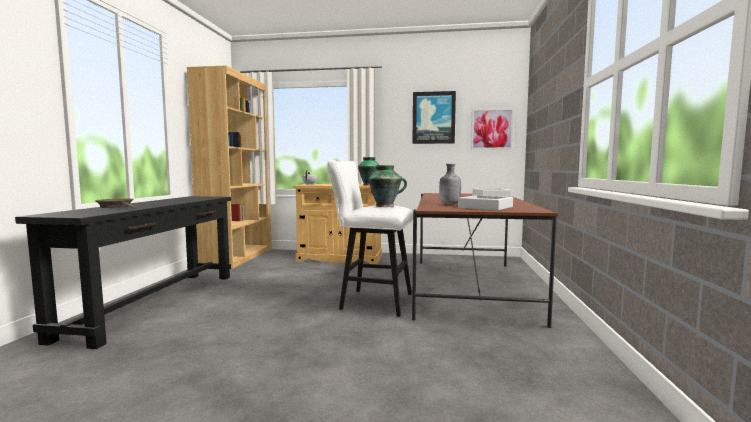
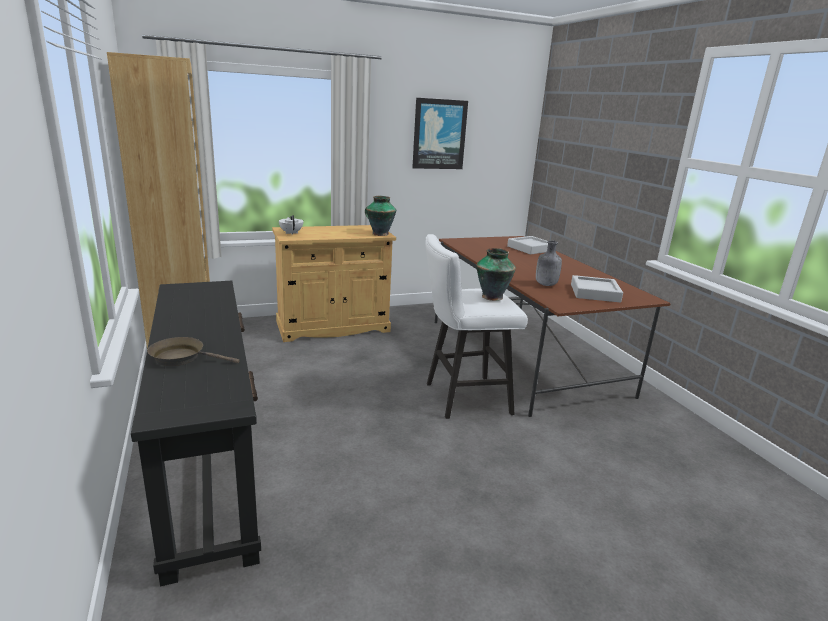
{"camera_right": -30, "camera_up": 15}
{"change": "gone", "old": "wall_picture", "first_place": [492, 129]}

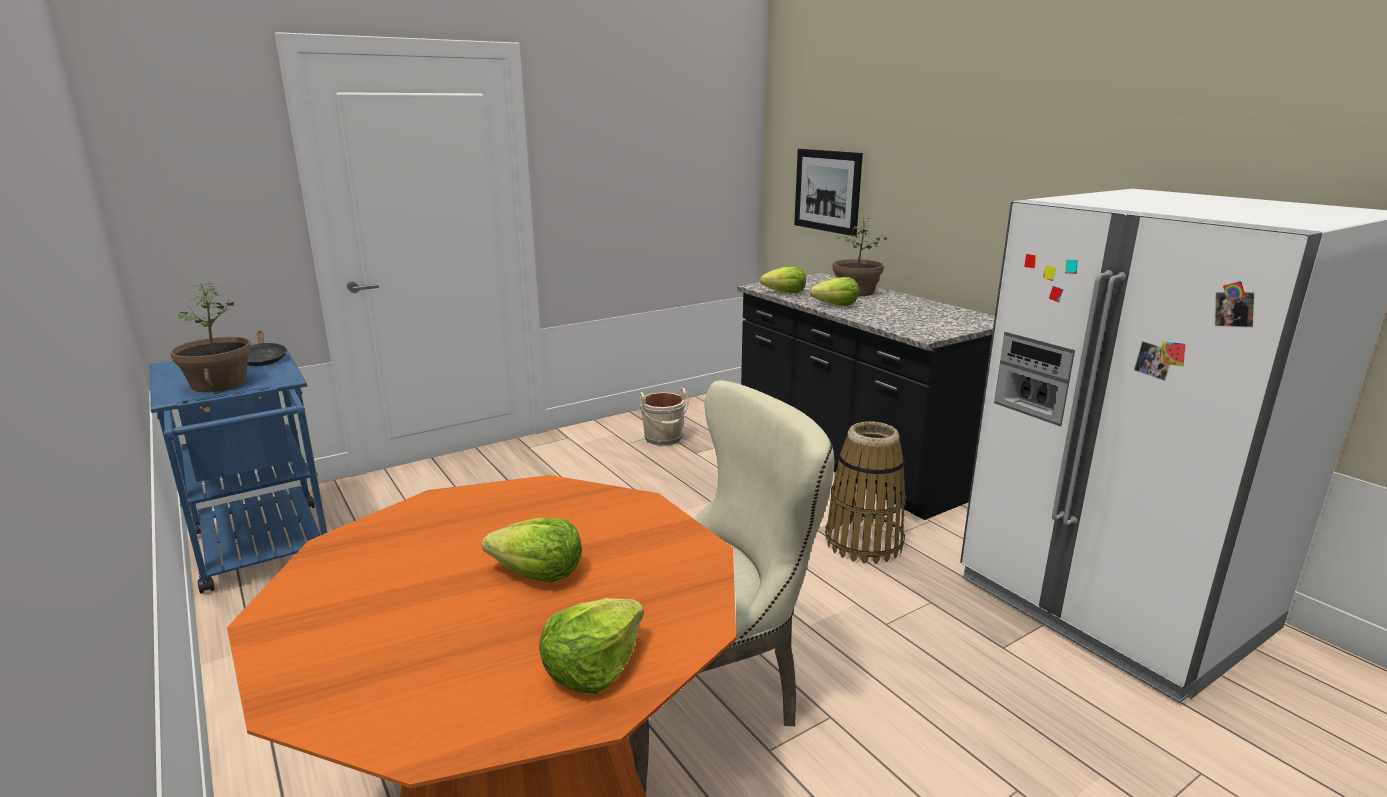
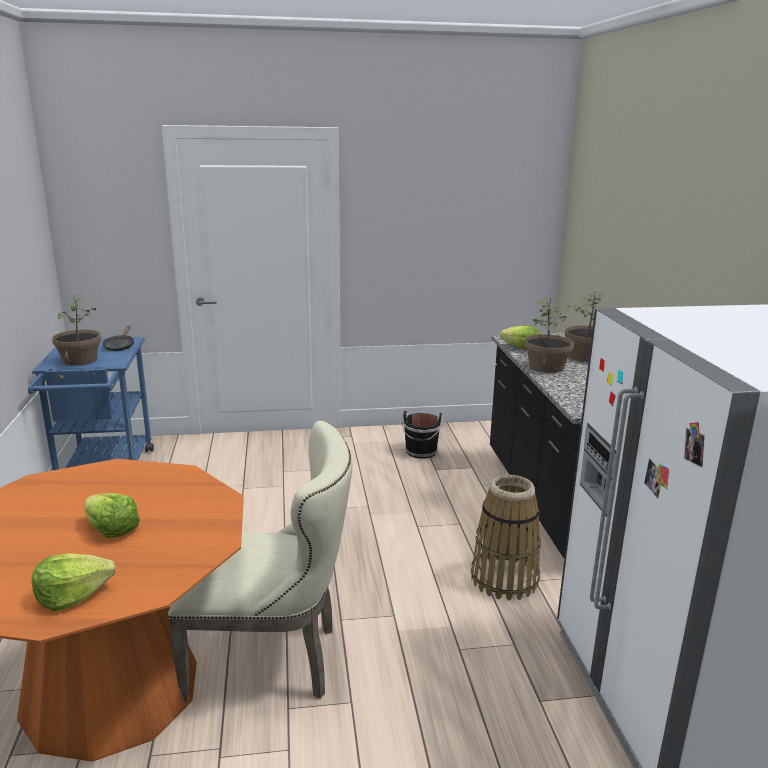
{"camera_right": 25, "camera_up": 0}
{"change": "repainted", "old": "beige_pail", "new": "black_pail", "first_place": [664, 417], "second_place": [422, 435]}
{"change": "swapped", "old": "head_of_lettuce", "new": "plant_in_a_pot", "first_place": [834, 291], "second_place": [549, 335]}
{"change": "gone", "old": "wall_picture", "first_place": [828, 192]}

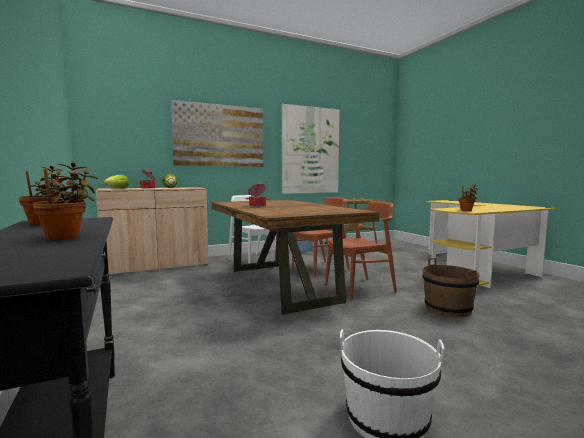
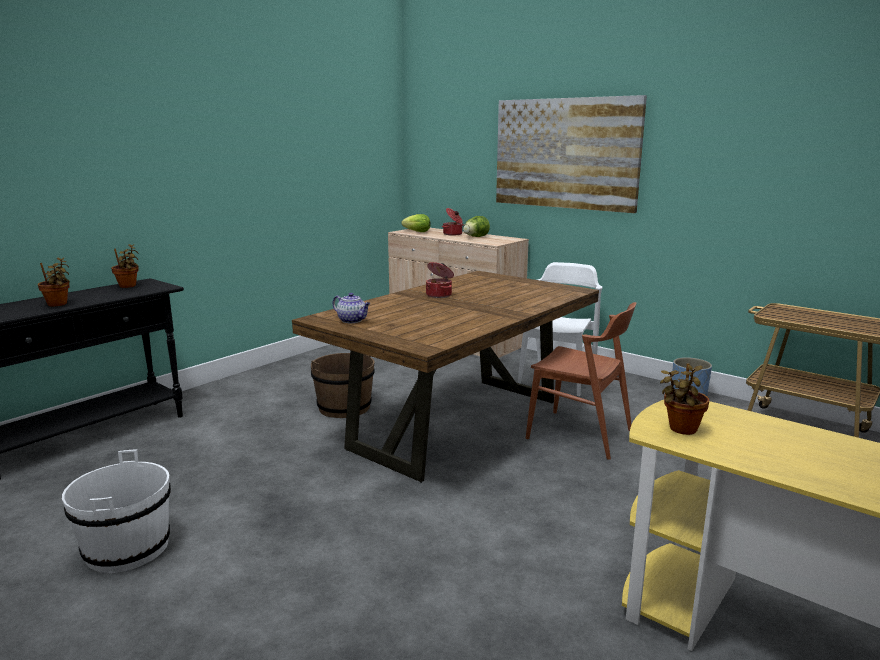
{"camera_right": 65, "camera_up": 10}
{"change": "shifted", "old": "brown-coloured_pail", "first_place": [450, 287], "second_place": [343, 385]}
{"change": "new", "new": "pot_for_tea", "second_place": [352, 308]}
{"change": "gone", "old": "wall_picture", "first_place": [310, 149]}
{"change": "gone", "old": "brown-coloured_plain_chair", "first_place": [361, 251]}

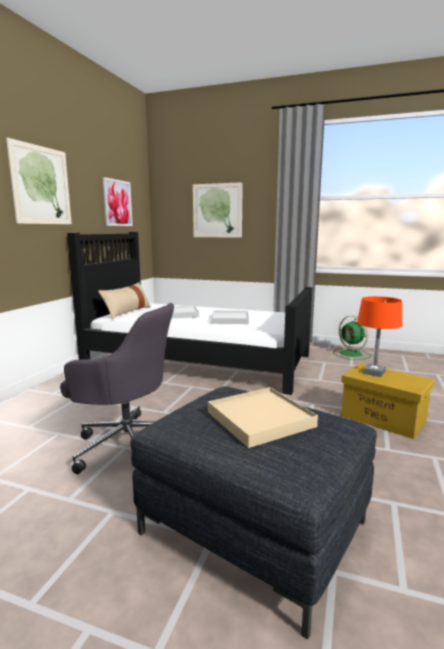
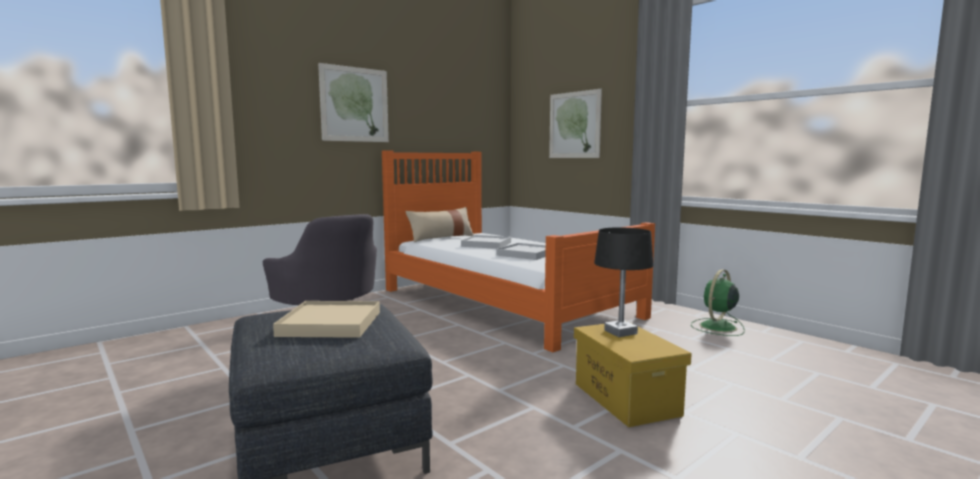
{"camera_right": 30, "camera_up": -5}
{"change": "repainted", "old": "black_bedroom_bed", "new": "orangey_bedroom_bed", "first_place": [190, 313], "second_place": [518, 251]}
{"change": "repainted", "old": "orangey_tabletop_lamp", "new": "black_tabletop_lamp", "first_place": [379, 336], "second_place": [623, 282]}
{"change": "rotated", "old": "green-coloured_cooling_fan", "first_place": [352, 338], "second_place": [718, 302], "degrees": 45}
{"change": "gone", "old": "wall_picture", "first_place": [118, 201]}

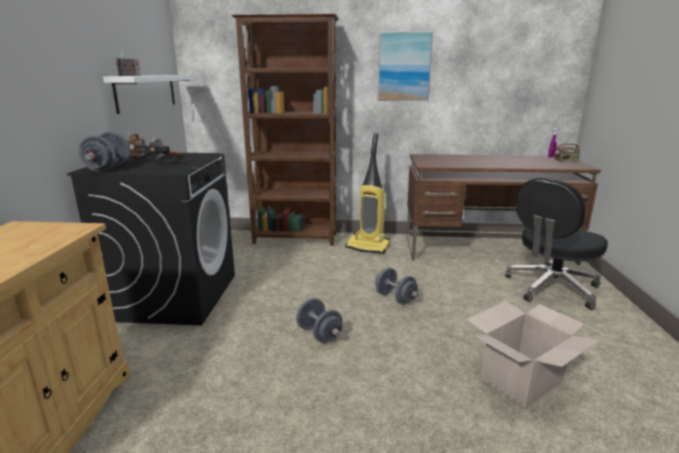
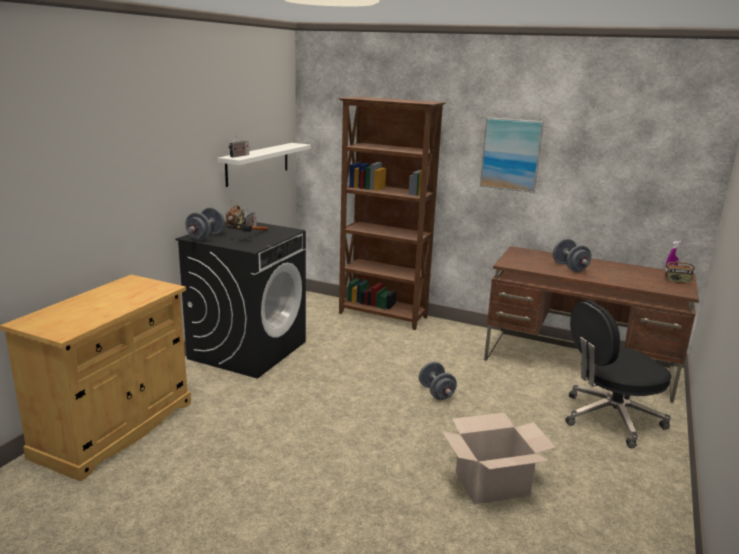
{"camera_right": 20, "camera_up": 0}
{"change": "shifted", "old": "grey_dumbbell", "first_place": [319, 320], "second_place": [572, 255]}
{"change": "gone", "old": "vacuum", "first_place": [367, 193]}

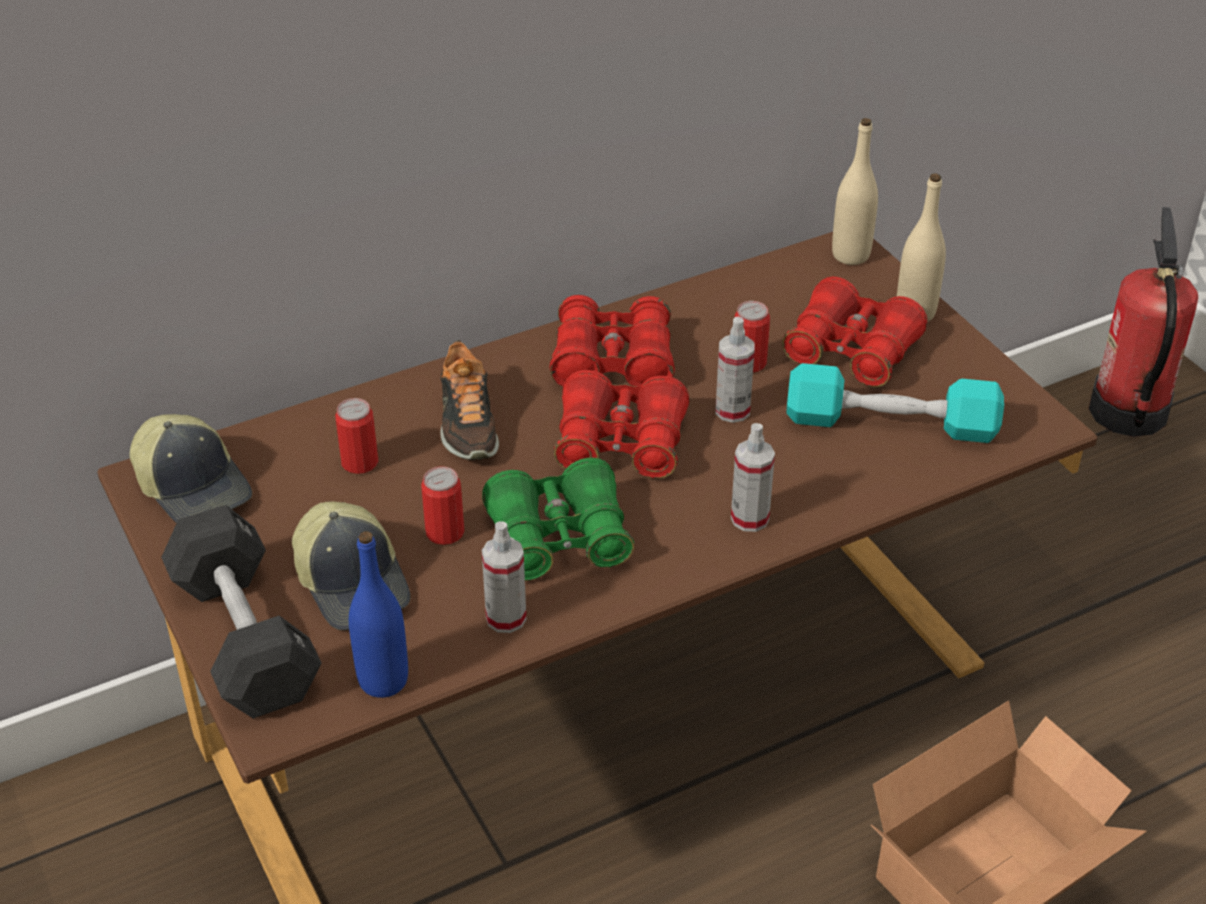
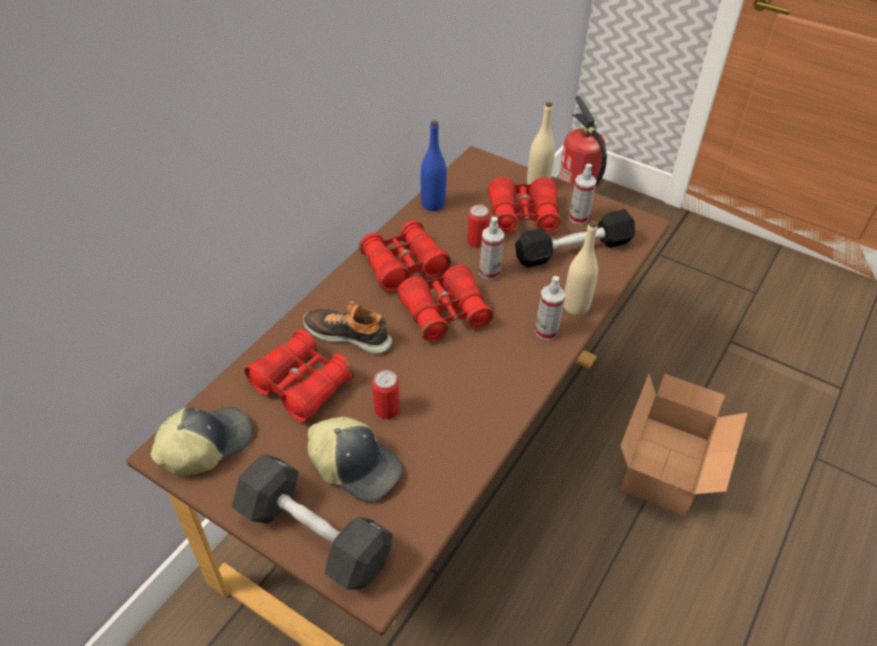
{"camera_right": -30, "camera_up": 5}
{"change": "rotated", "old": "peaked_cap", "first_place": [191, 468], "second_place": [201, 441], "degrees": -60}
{"change": "swapped", "old": "sealed_can", "new": "red_field_glasses", "first_place": [356, 436], "second_place": [299, 376]}
{"change": "rotated", "old": "shoe", "first_place": [469, 400], "second_place": [347, 327], "degrees": 150}
{"change": "shifted", "old": "blue_beverage_bottle", "first_place": [378, 614], "second_place": [433, 165]}
{"change": "repainted", "old": "blue-green_dumbbell", "new": "black_dumbbell", "first_place": [895, 403], "second_place": [575, 238]}
{"change": "shifted", "old": "beige_beverage_bottle", "first_place": [855, 191], "second_place": [581, 268]}
{"change": "shifted", "old": "sprayer", "first_place": [504, 577], "second_place": [583, 194]}
{"change": "gone", "old": "green-coloured_field_glasses", "first_place": [558, 519]}

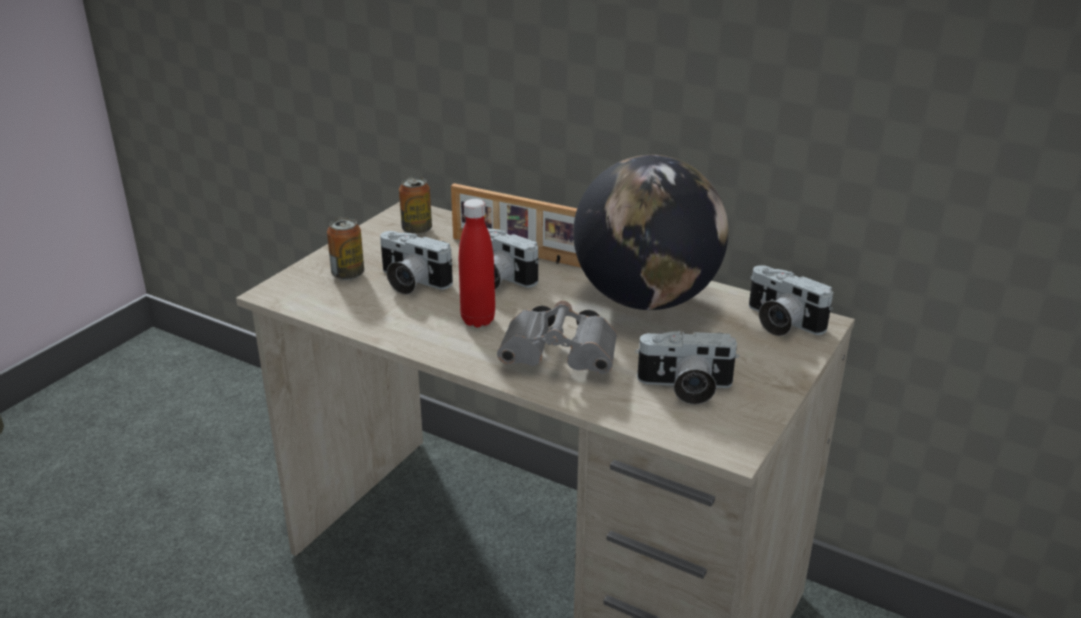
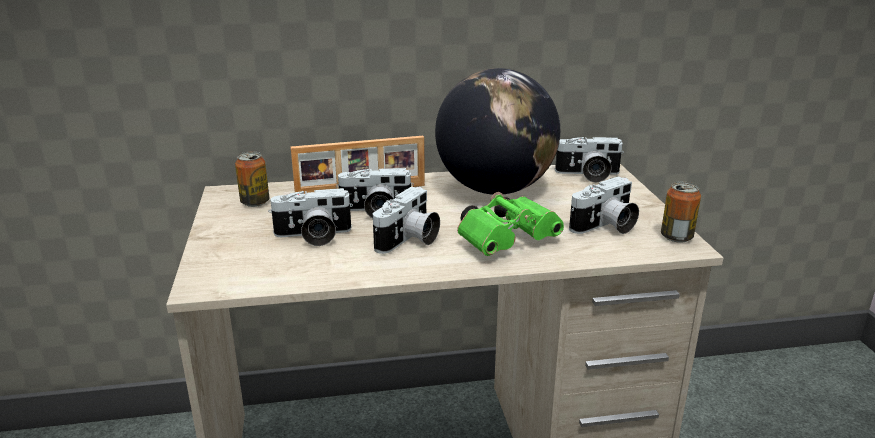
{"camera_right": -40, "camera_up": -5}
{"change": "swapped", "old": "red_beverage_bottle", "new": "photo_camera", "first_place": [477, 263], "second_place": [406, 220]}
{"change": "repainted", "old": "grey_field_glasses", "new": "green-coloured_field_glasses", "first_place": [557, 337], "second_place": [510, 224]}
{"change": "shifted", "old": "sealed_can", "first_place": [345, 248], "second_place": [681, 212]}

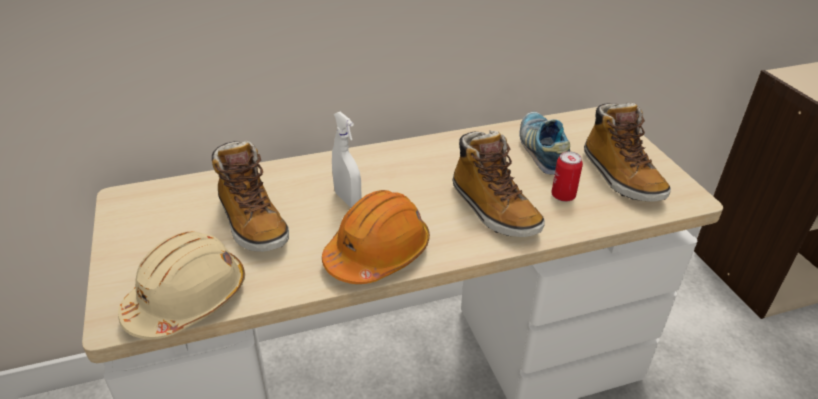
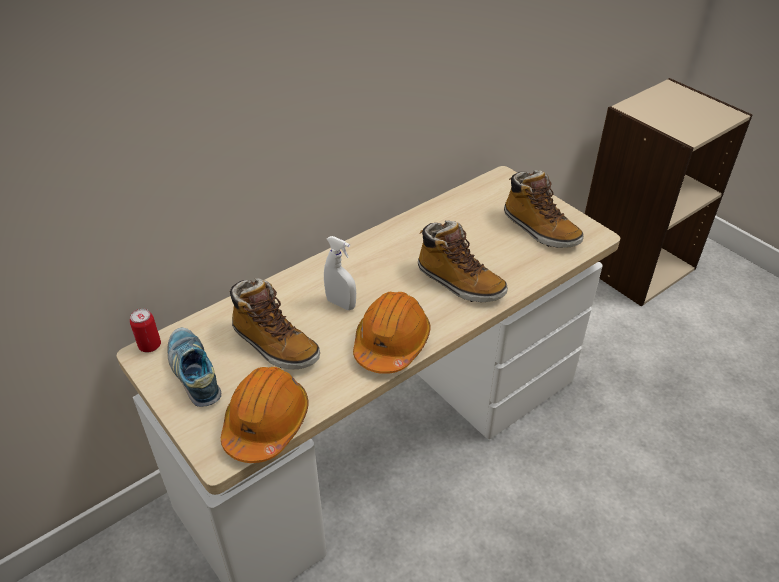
{"camera_right": -20, "camera_up": 5}
{"change": "shifted", "old": "sealed_can", "first_place": [567, 176], "second_place": [145, 330]}
{"change": "shifted", "old": "shoe", "first_place": [544, 143], "second_place": [194, 367]}
{"change": "repainted", "old": "beige_safety_helmet", "new": "orangey_safety_helmet", "first_place": [181, 285], "second_place": [265, 415]}

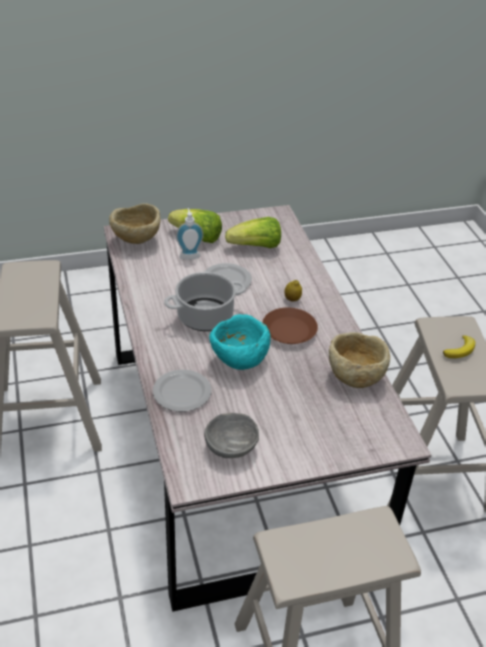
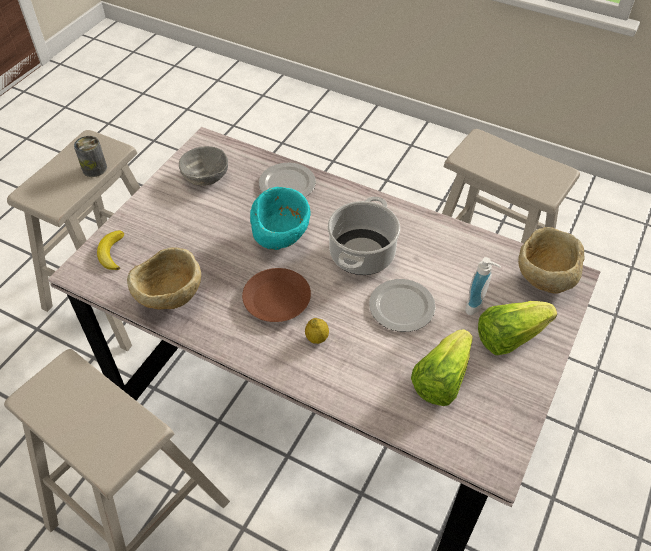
{"camera_right": 135, "camera_up": 10}
{"change": "new", "new": "sealed_can", "second_place": [90, 156]}
{"change": "shifted", "old": "banana_fruit", "first_place": [459, 346], "second_place": [110, 250]}

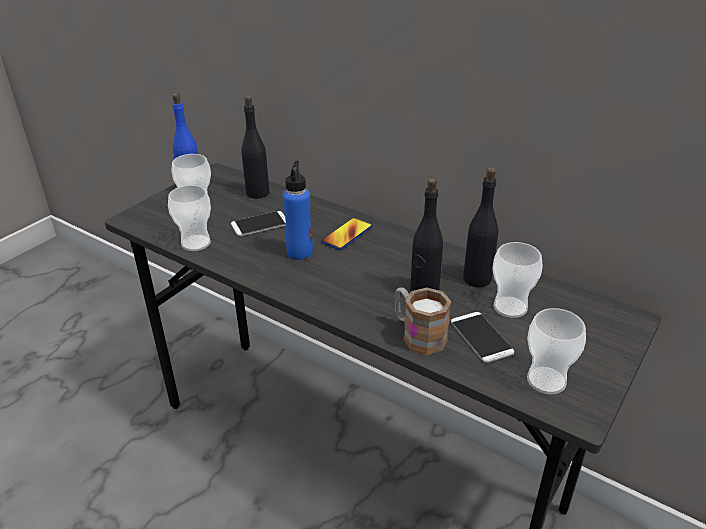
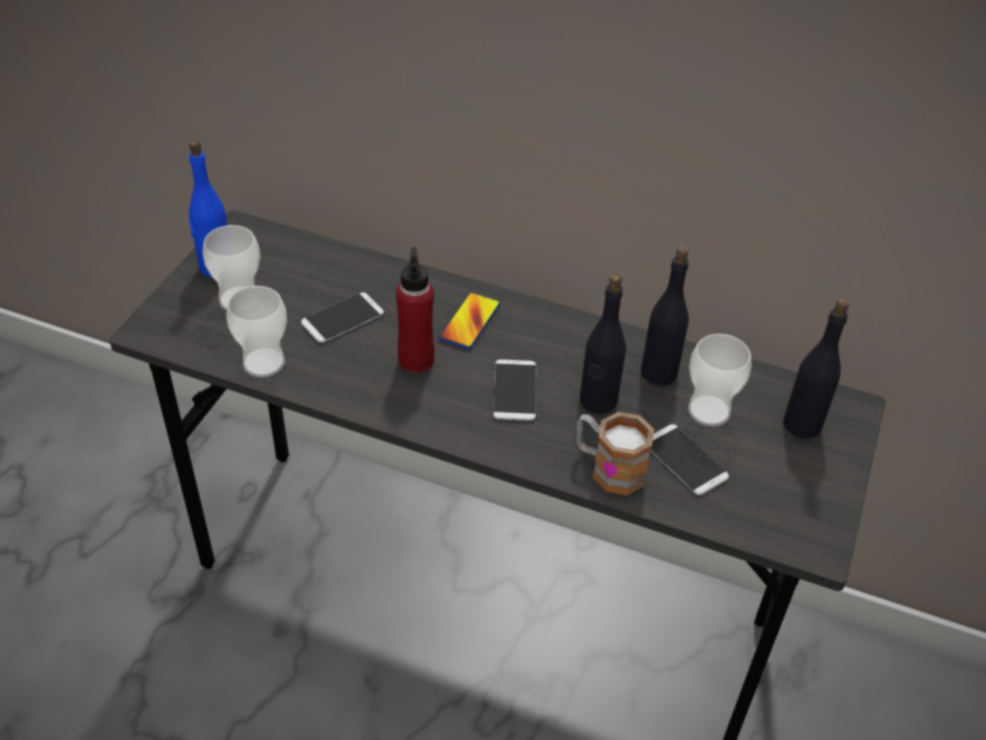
{"camera_right": -15, "camera_up": 10}
{"change": "repainted", "old": "blue_beverage_bottle", "new": "red_beverage_bottle", "first_place": [298, 210], "second_place": [415, 310]}
{"change": "new", "new": "telephone", "second_place": [514, 390]}
{"change": "shifted", "old": "black_beverage_bottle", "first_place": [255, 147], "second_place": [816, 369]}
{"change": "gone", "old": "cup", "first_place": [556, 351]}

